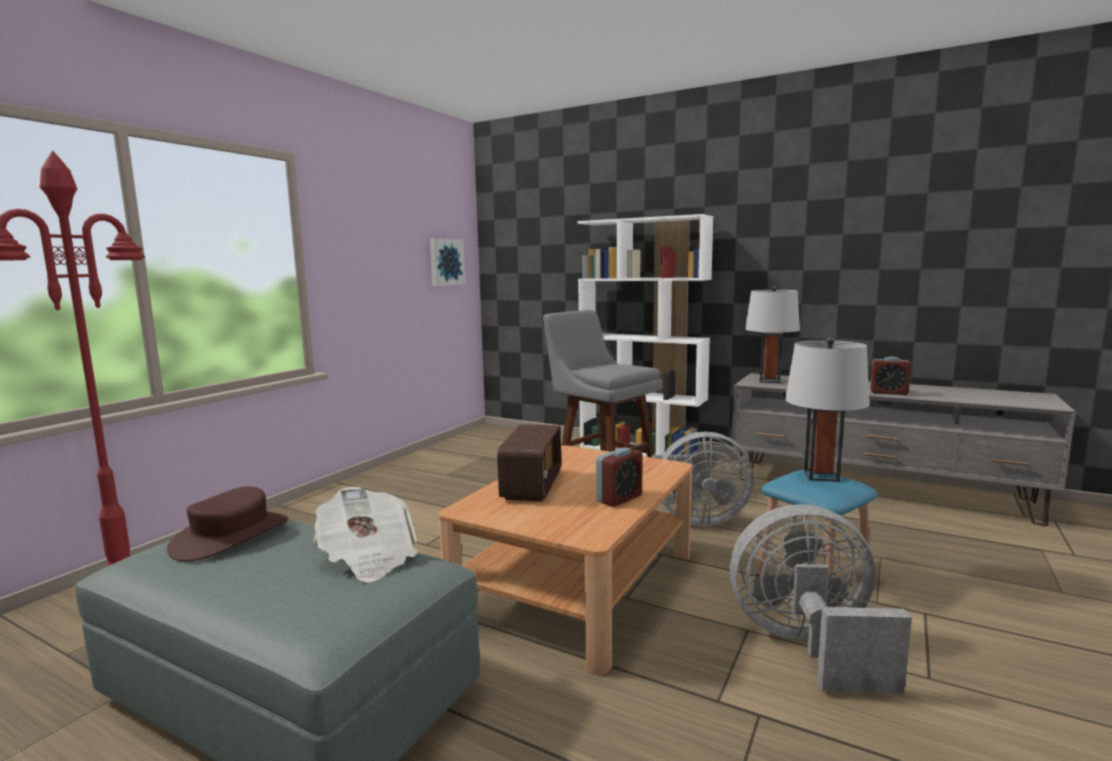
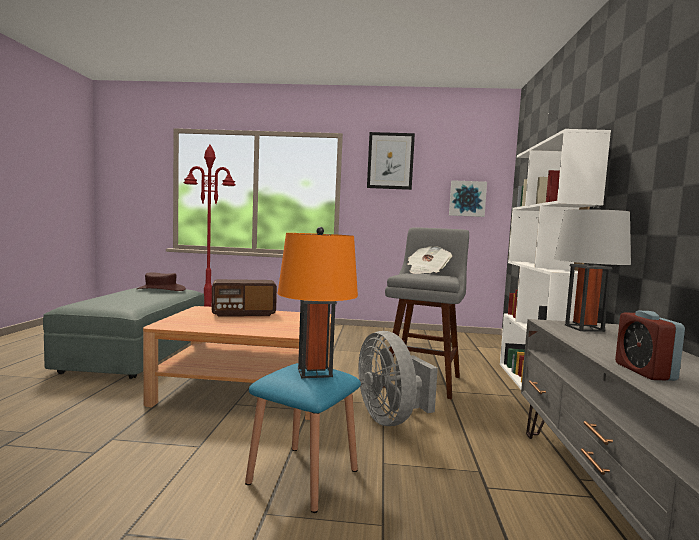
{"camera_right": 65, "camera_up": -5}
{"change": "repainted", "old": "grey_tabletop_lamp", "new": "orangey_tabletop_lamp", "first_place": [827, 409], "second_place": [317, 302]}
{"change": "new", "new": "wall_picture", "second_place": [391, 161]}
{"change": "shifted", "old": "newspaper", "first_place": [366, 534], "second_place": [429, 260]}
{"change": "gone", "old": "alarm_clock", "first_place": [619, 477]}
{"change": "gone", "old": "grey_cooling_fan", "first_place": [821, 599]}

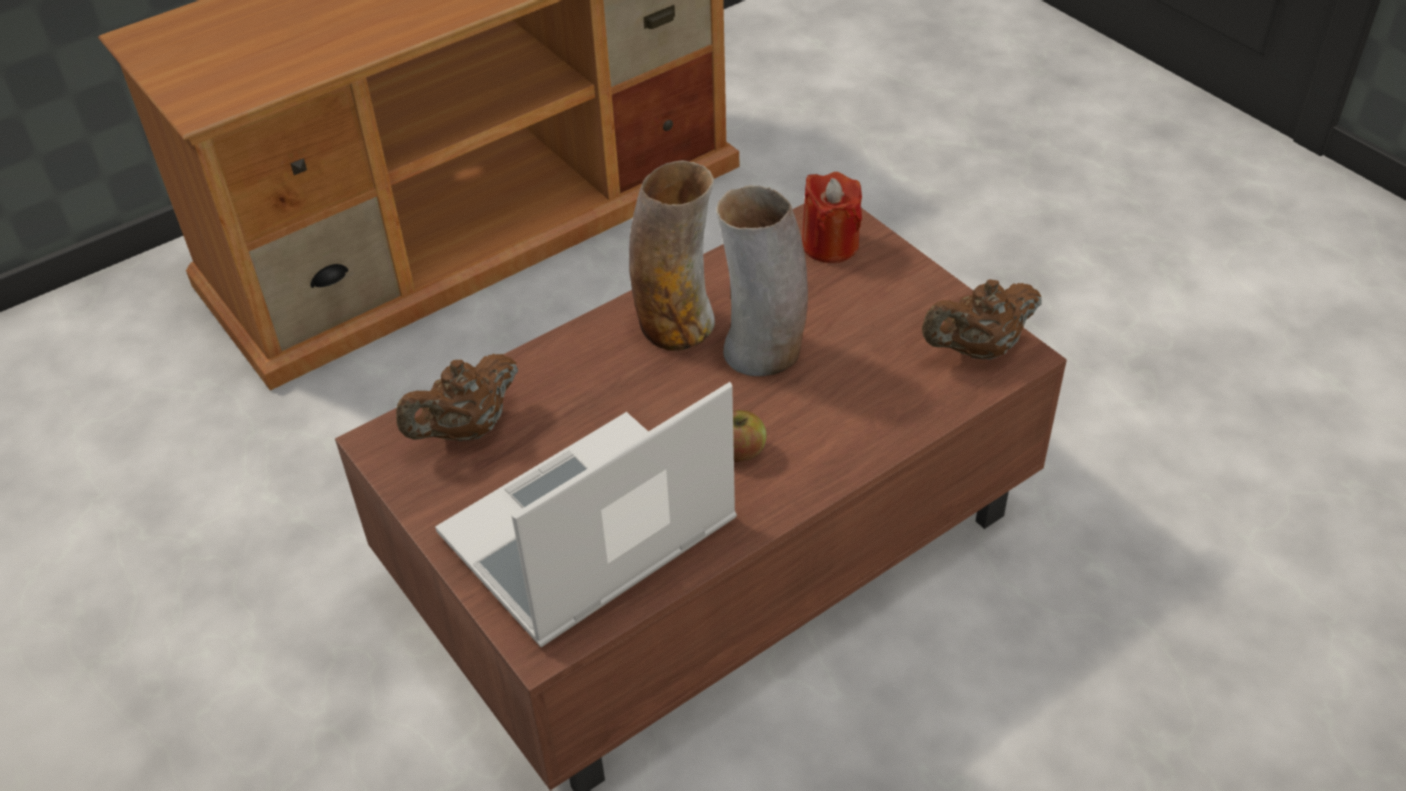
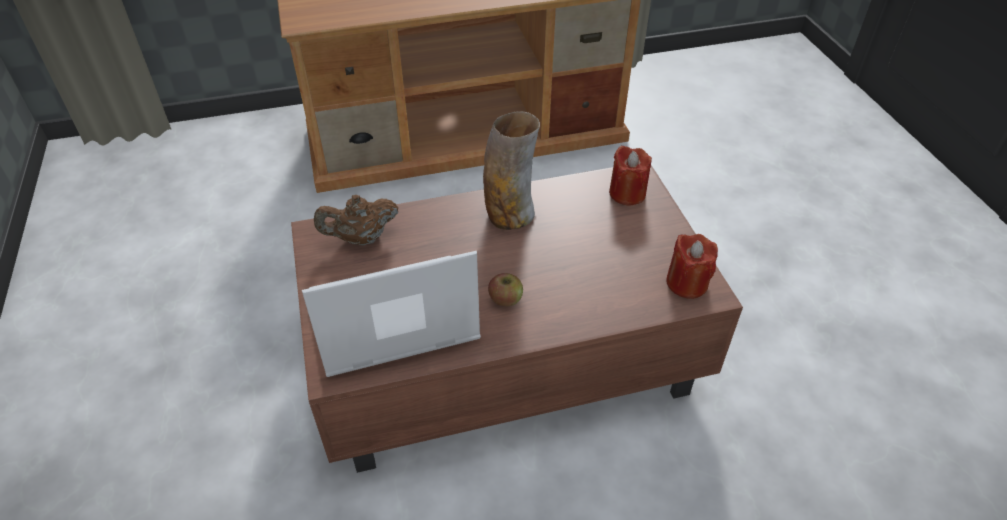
{"camera_right": 20, "camera_up": 0}
{"change": "swapped", "old": "brown-coloured_pot_for_tea", "new": "red_wax_light", "first_place": [982, 319], "second_place": [692, 266]}
{"change": "gone", "old": "flower_vase", "first_place": [762, 280]}

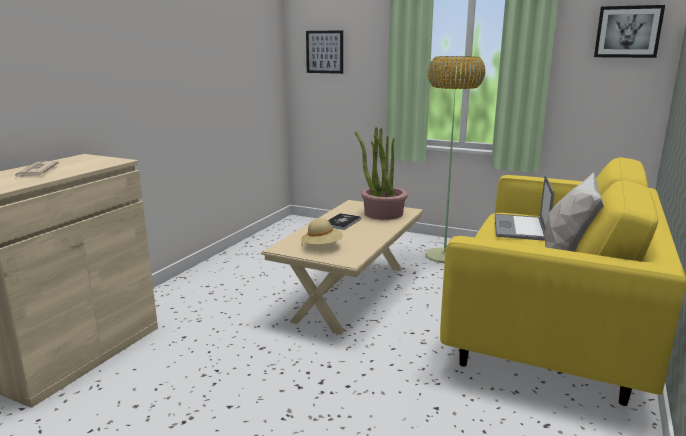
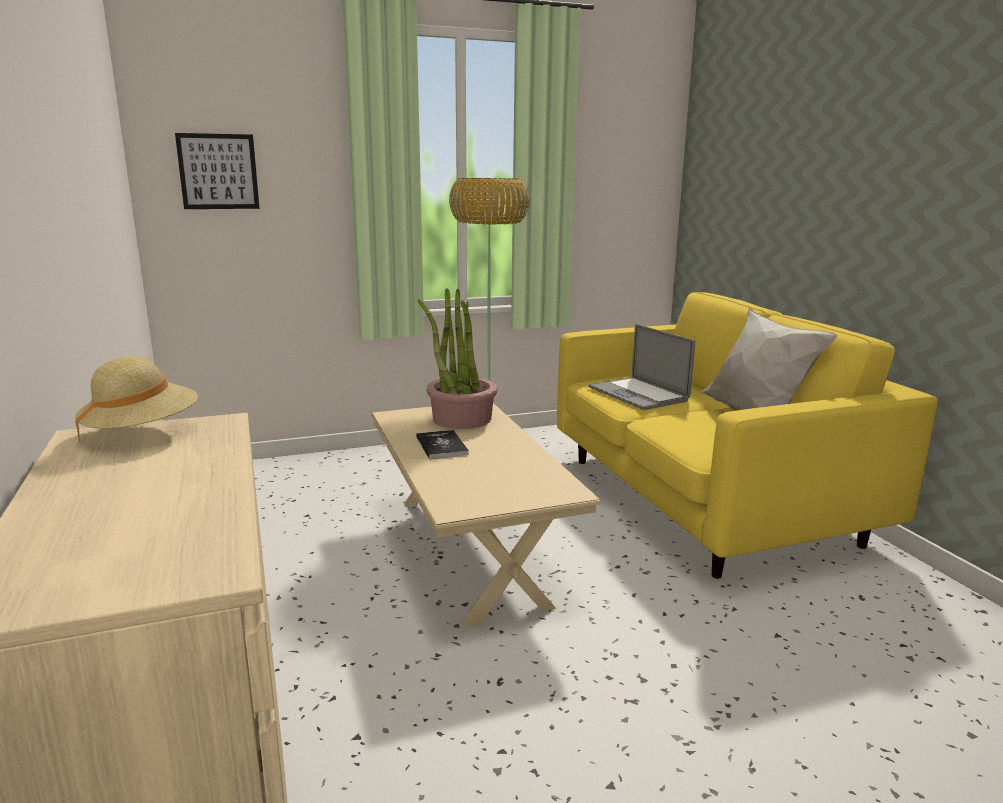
{"camera_right": -45, "camera_up": 0}
{"change": "shifted", "old": "beige_wearable_hat", "first_place": [322, 231], "second_place": [136, 399]}
{"change": "gone", "old": "newspaper", "first_place": [36, 170]}
{"change": "gone", "old": "wall_picture", "first_place": [629, 31]}

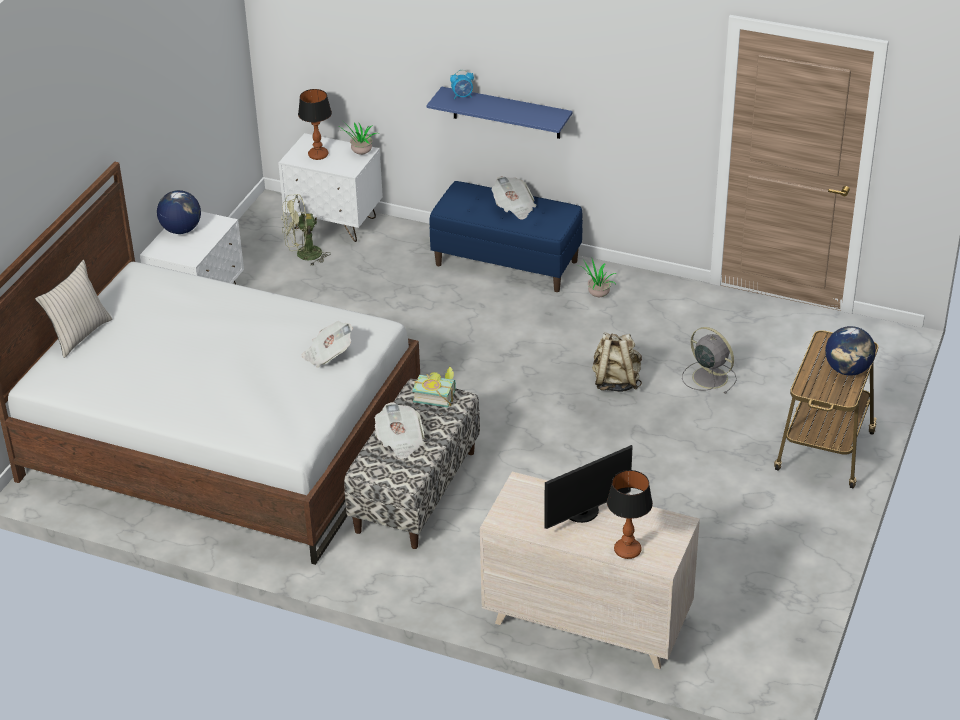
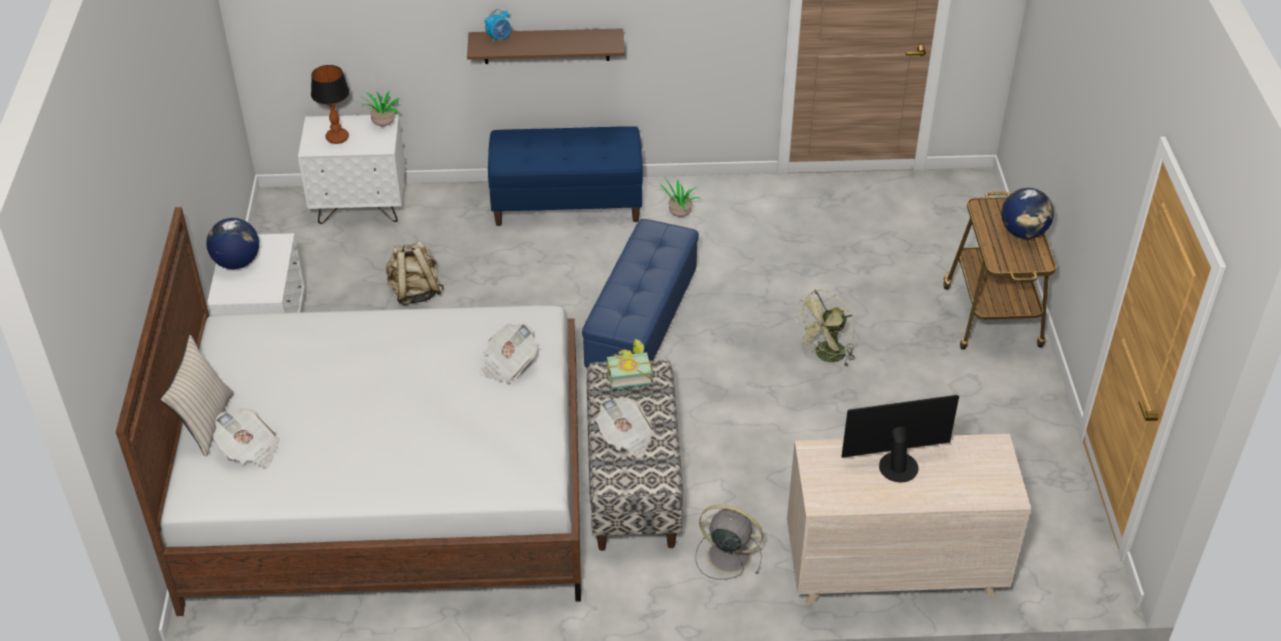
{"camera_right": -25, "camera_up": 5}
{"change": "shifted", "old": "newspaper", "first_place": [514, 198], "second_place": [246, 438]}
{"change": "shifted", "old": "beige_rucksack", "first_place": [617, 362], "second_place": [415, 272]}
{"change": "repainted", "old": "blue_bracket_shelf", "new": "brown-coloured_bracket_shelf", "first_place": [499, 113], "second_place": [546, 46]}
{"change": "new", "new": "blue_pouffe", "second_place": [640, 294]}
{"change": "shifted", "old": "grey_cooling_fan", "first_place": [709, 360], "second_place": [729, 542]}
{"change": "shifted", "old": "green-coloured_cooling_fan", "first_place": [306, 230], "second_place": [825, 328]}
{"change": "rotated", "old": "computer_screen", "first_place": [588, 487], "second_place": [900, 438], "degrees": -135}
{"change": "gone", "old": "tabletop_lamp", "first_place": [630, 514]}

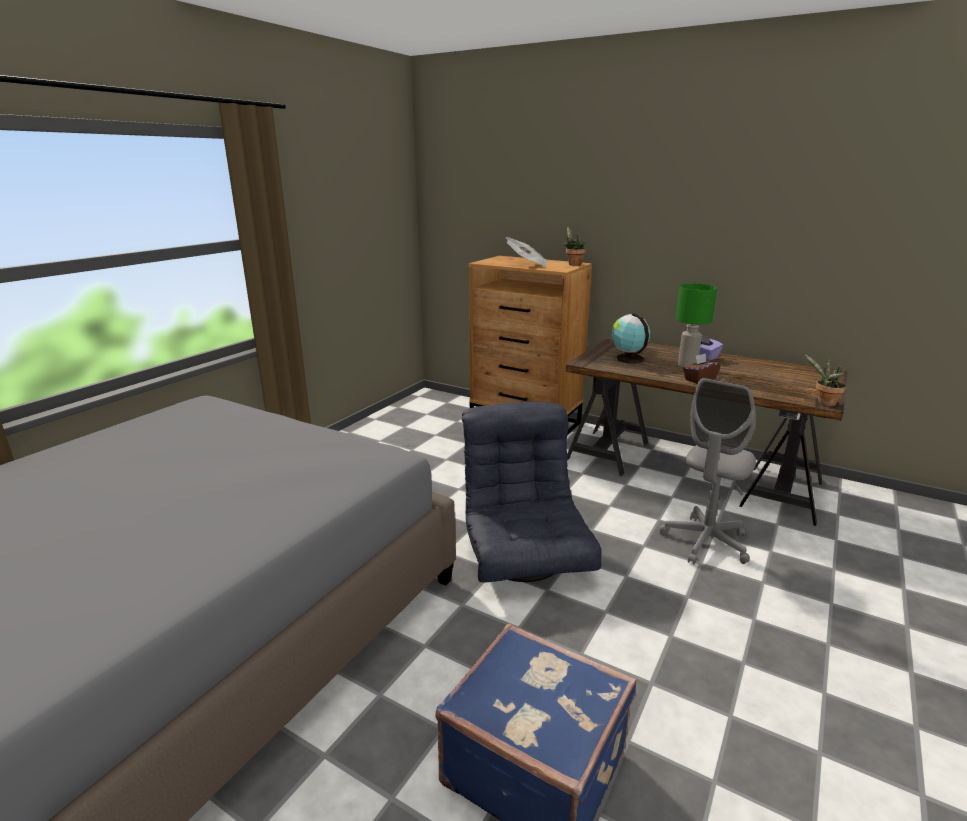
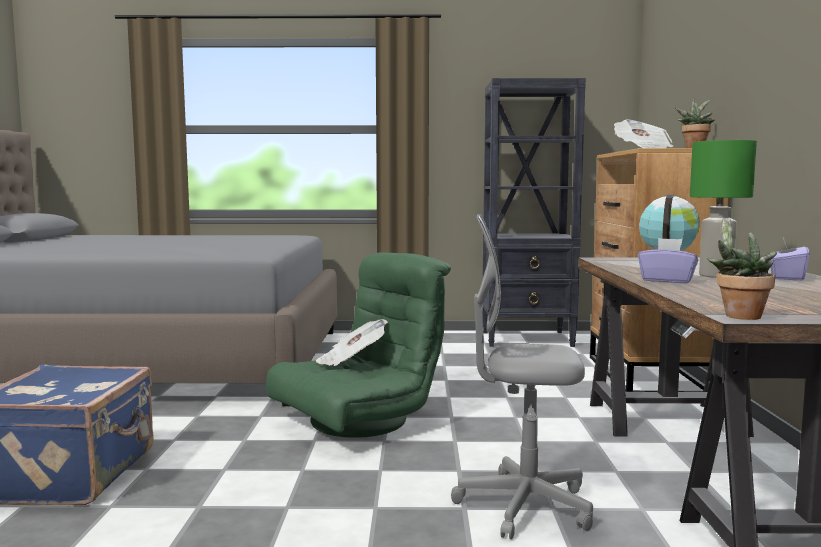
{"camera_right": 60, "camera_up": -15}
{"change": "repainted", "old": "grey_lounge_chair", "new": "green-coloured_lounge_chair", "first_place": [531, 492], "second_place": [358, 345]}
{"change": "new", "new": "newspaper", "second_place": [352, 342]}
{"change": "new", "new": "black_bookshelf", "second_place": [534, 212]}
{"change": "repainted", "old": "brown-coloured_tissue_holder", "new": "purplish_tissue_holder", "first_place": [702, 368], "second_place": [668, 260]}

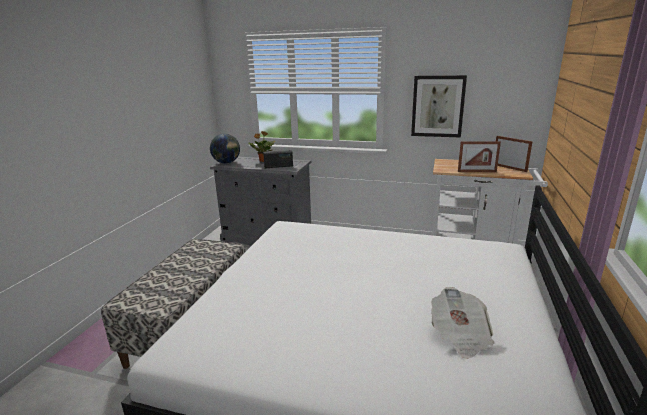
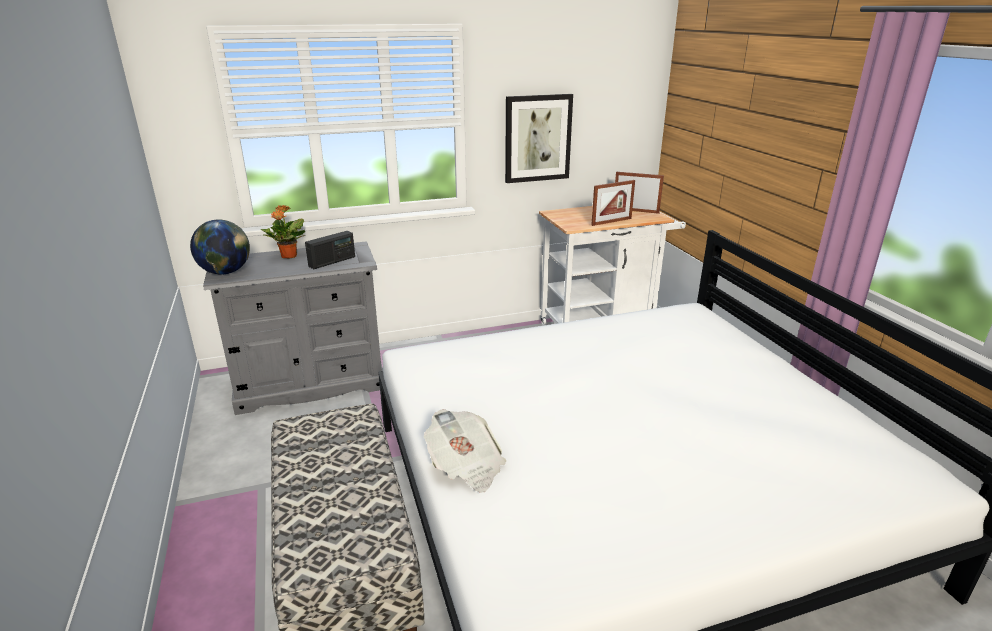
{"camera_right": -35, "camera_up": 5}
{"change": "shifted", "old": "newspaper", "first_place": [463, 323], "second_place": [465, 450]}

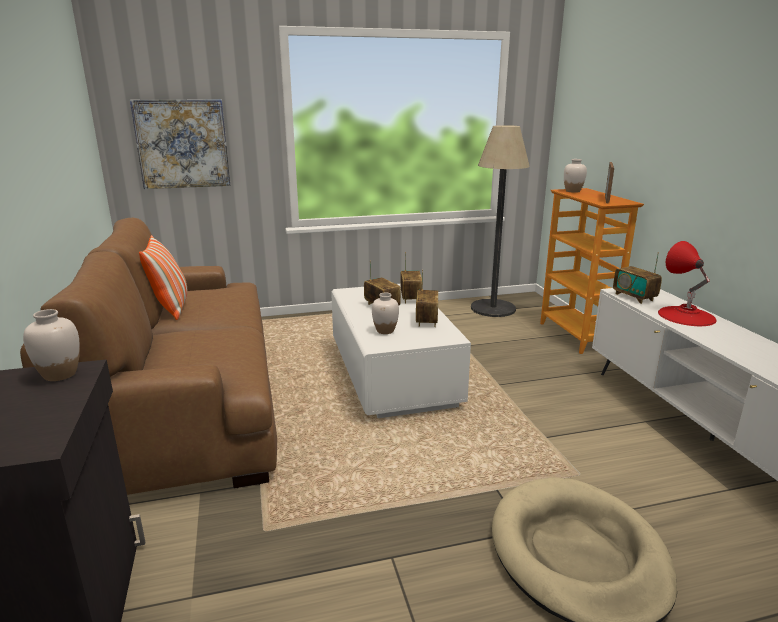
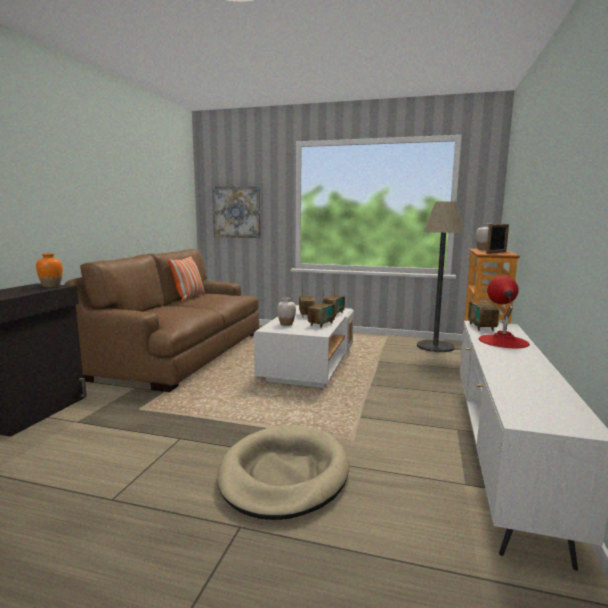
{"camera_right": 30, "camera_up": -10}
{"change": "repainted", "old": "white-coloured_flower_vase", "new": "orangey_flower_vase", "first_place": [51, 345], "second_place": [49, 270]}

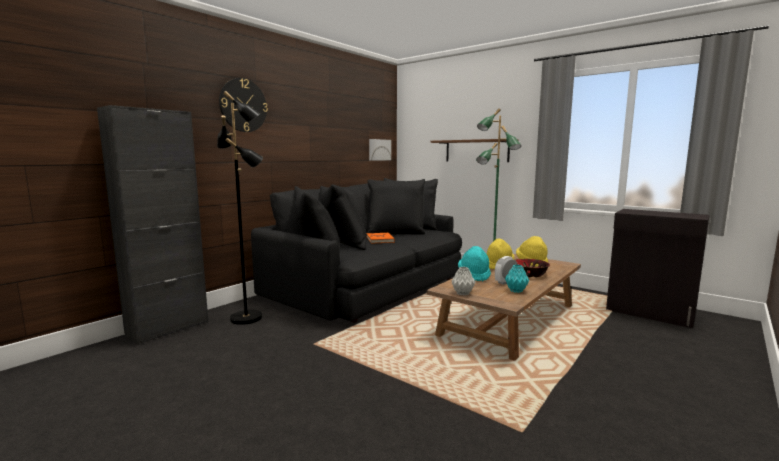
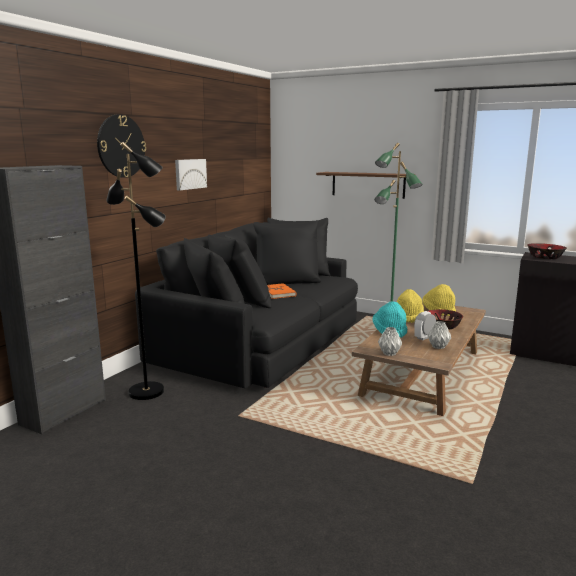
{"camera_right": -10, "camera_up": 5}
{"change": "shifted", "old": "wall_picture", "first_place": [380, 150], "second_place": [191, 174]}
{"change": "repainted", "old": "blue-green_flower_vase", "new": "grey_flower_vase", "first_place": [517, 279], "second_place": [439, 335]}
{"change": "new", "new": "bowl", "second_place": [547, 251]}

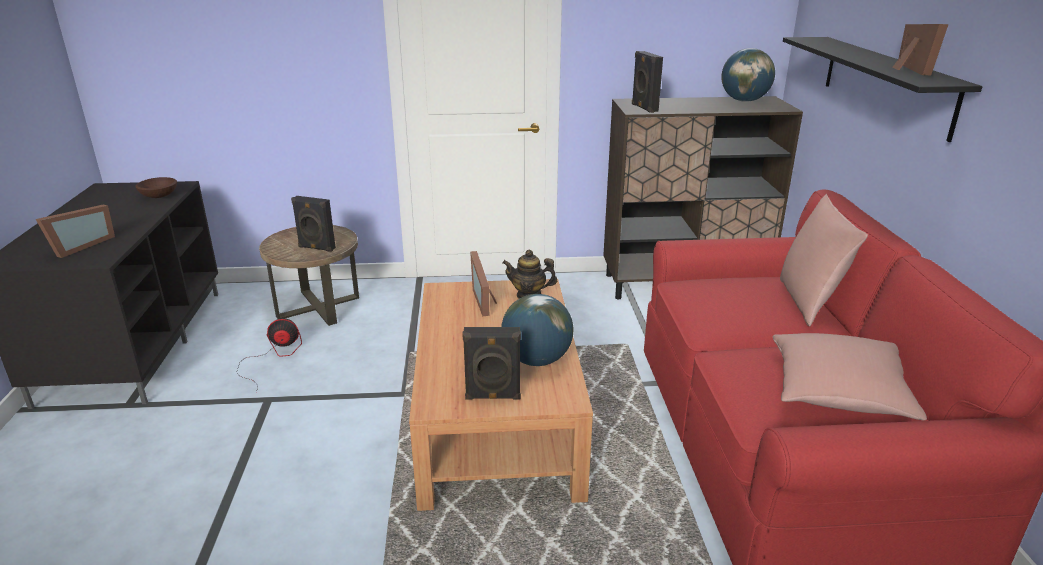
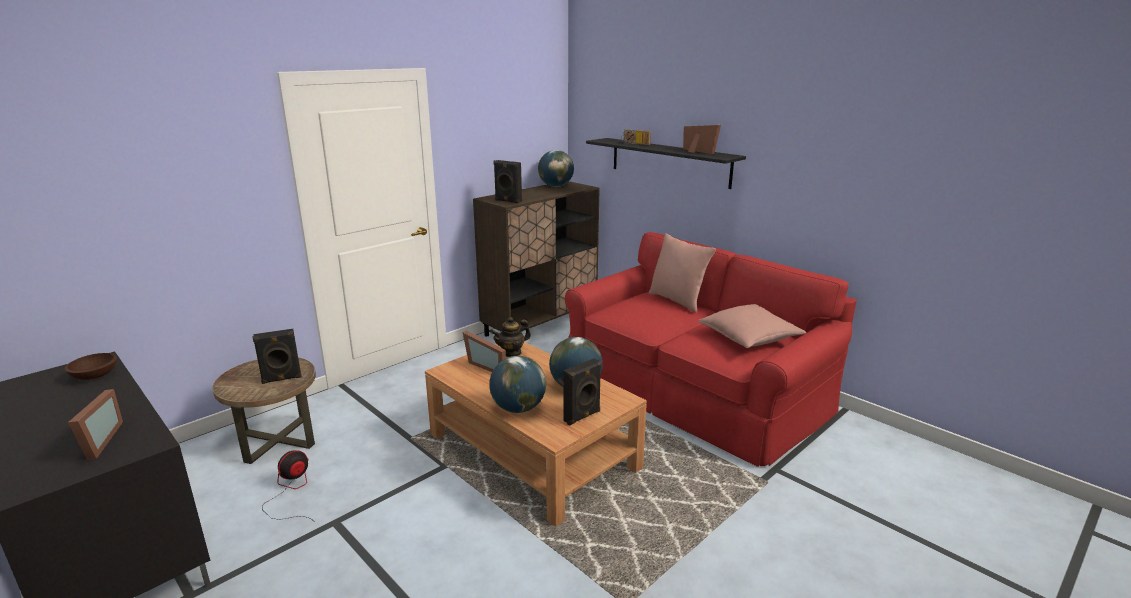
{"camera_right": -40, "camera_up": -5}
{"change": "new", "new": "globe", "second_place": [517, 384]}
{"change": "new", "new": "radio_receiver", "second_place": [636, 137]}

